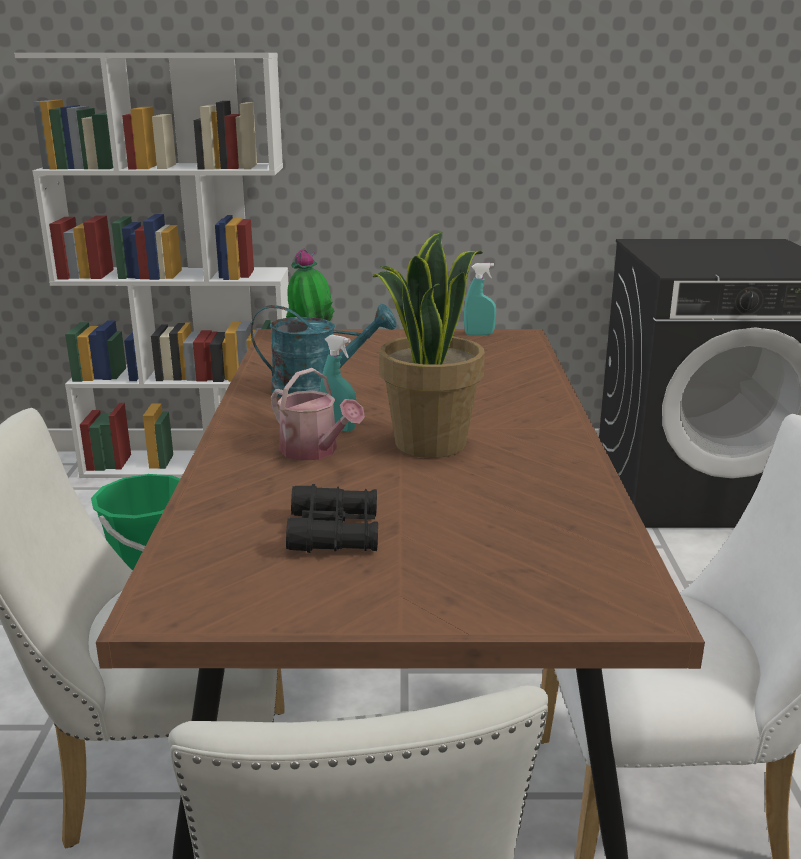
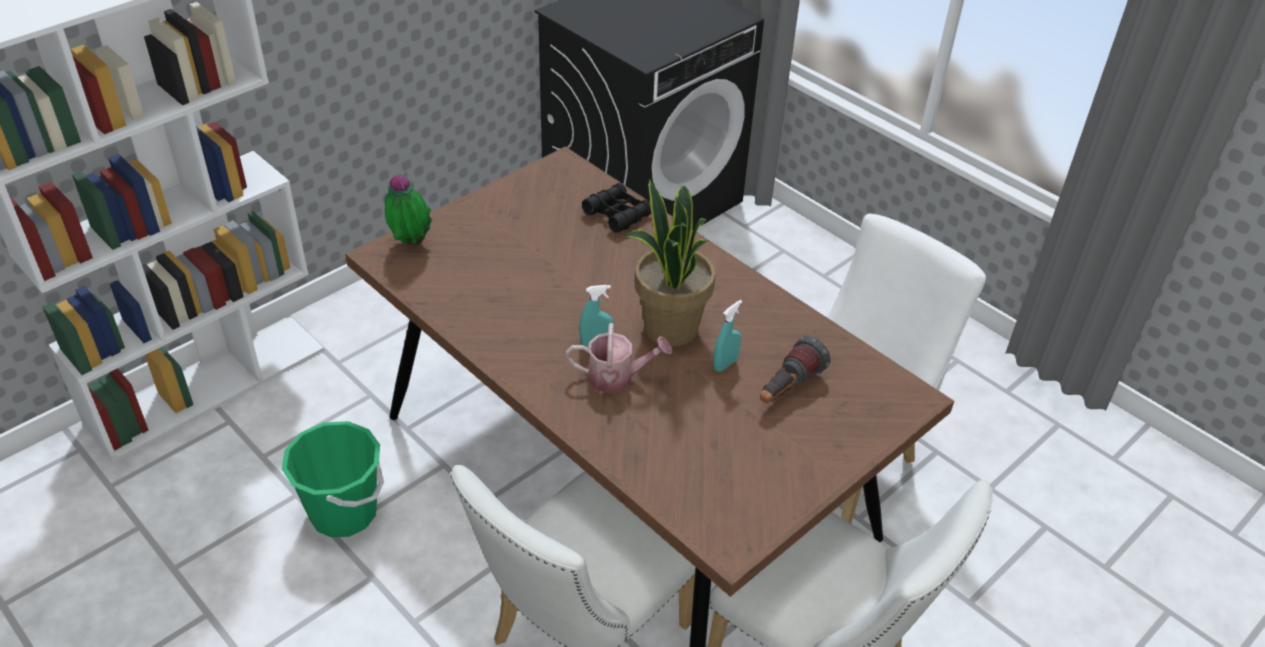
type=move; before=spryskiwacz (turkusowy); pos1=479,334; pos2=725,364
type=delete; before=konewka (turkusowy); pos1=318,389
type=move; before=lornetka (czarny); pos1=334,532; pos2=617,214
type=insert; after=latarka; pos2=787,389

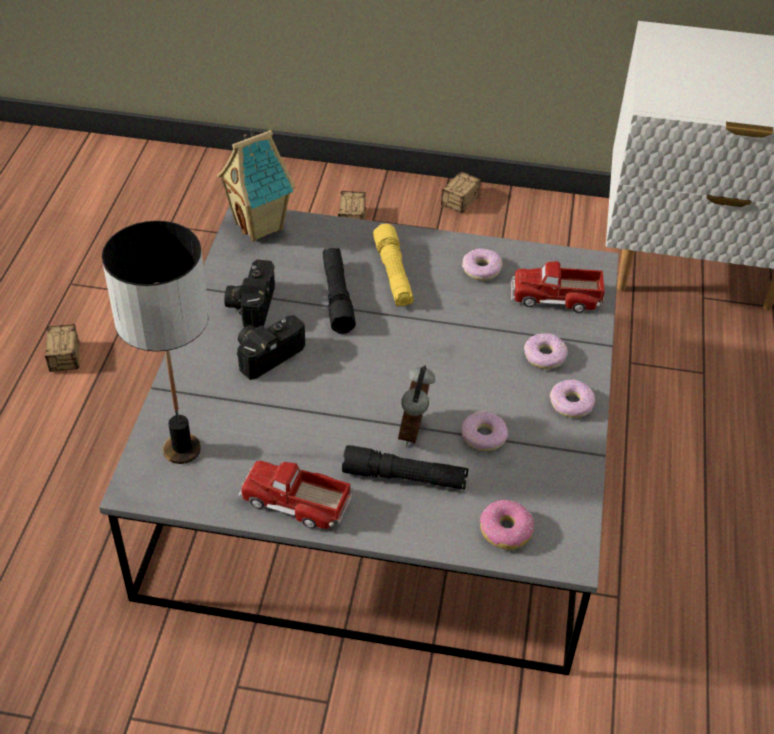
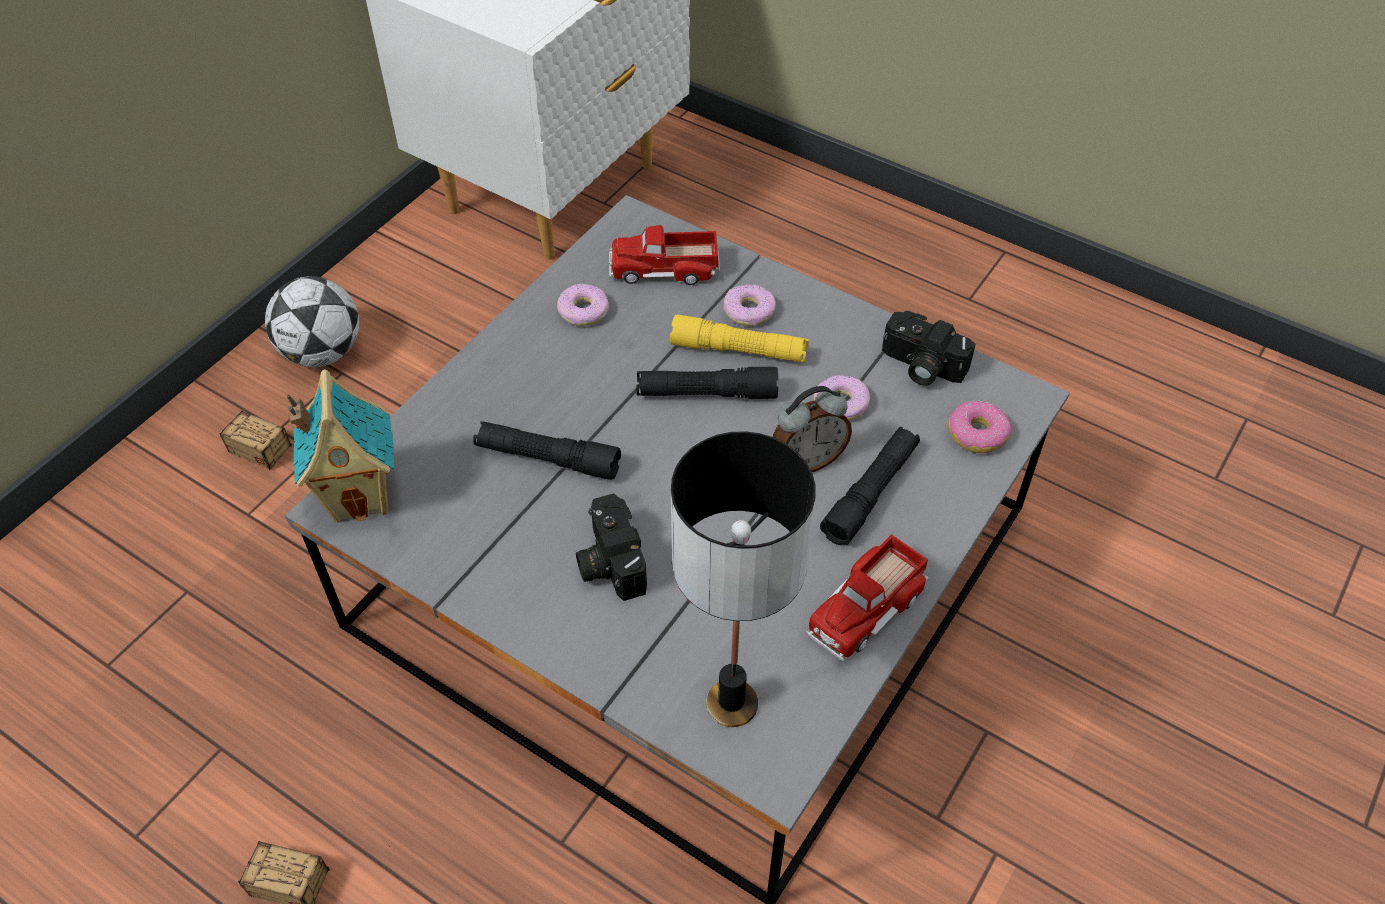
type=replace; before=pojemnik do przechowywania; after=piłka futbolowa; pos1=447,213; pos2=322,352
type=move; before=latarka (żółty); pos1=393,274; pos2=739,350
type=move; before=aparat fotograficzny; pos1=250,304; pos2=920,366
type=rotate; before=ciężarówka zabawkowa; pos1=555,296; pos2=664,268; turn=60
type=rotate; before=budzik; pos1=415,431; pos2=807,460; turn=-60
type=delete; before=donut; pos1=571,404
type=insert; after=latarka (czarny); pos2=706,393

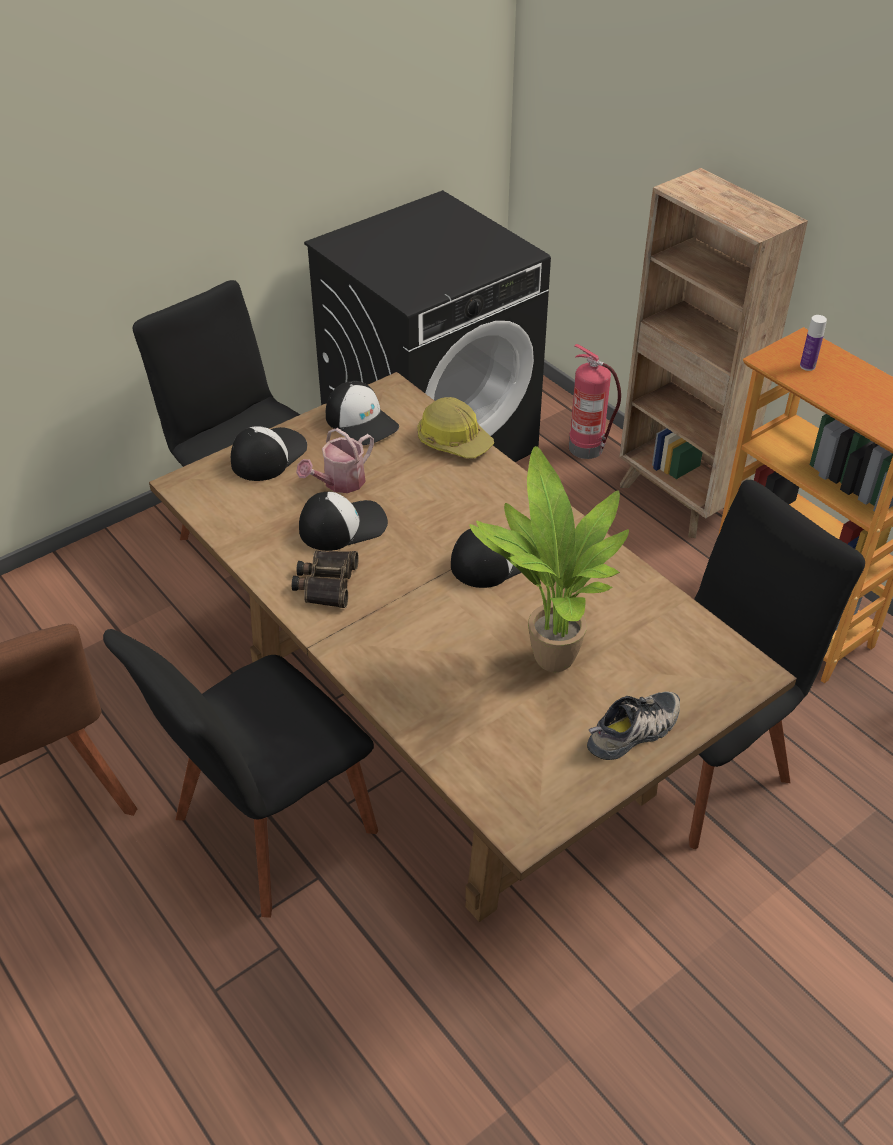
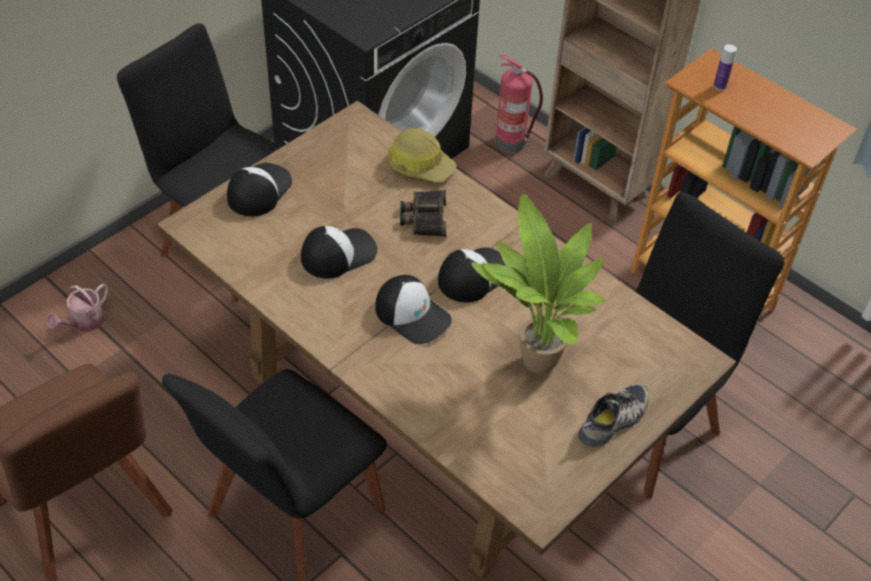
type=move; before=czapka z daszkiem; pos1=362,422; pos2=413,314
type=move; before=konewka; pos1=339,483; pos2=84,322
type=move; before=lornetka; pos1=325,583; pos2=424,217

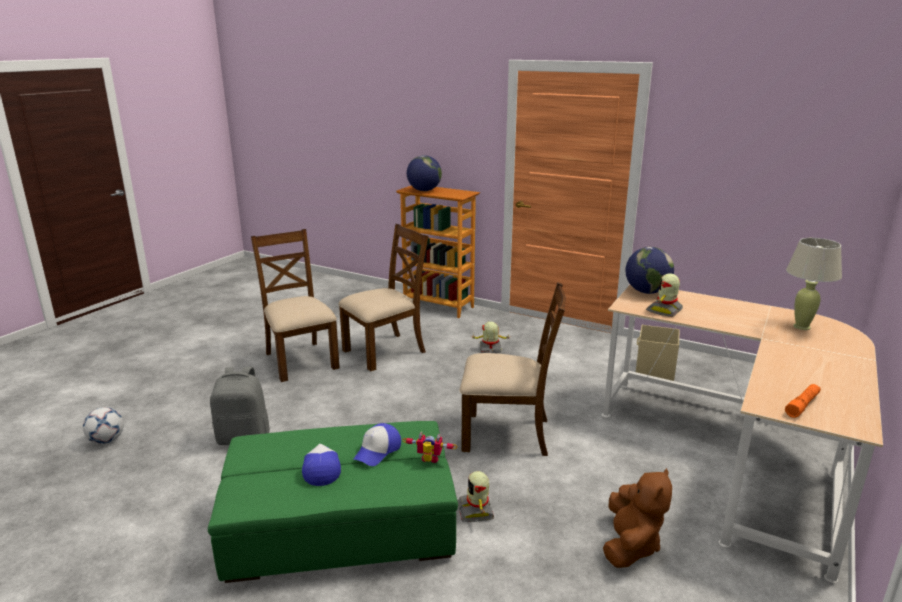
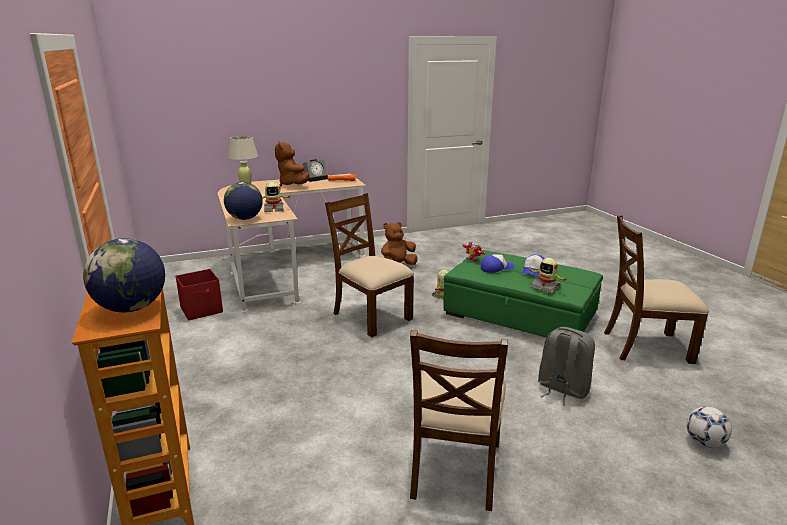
type=move; before=krzesło (brązowy); pos1=385,351; pos2=645,346
type=move; before=robot zabawkowy; pos1=490,349; pos2=545,287
type=recolor; before=pojemnik do przechowywania (beżowy); after=pojemnik do przechowywania (czerwony); pos1=654,371; pos2=202,310
type=insert; after=pluszak (brązowy); pos2=293,185
type=insert; after=budzik; pos2=316,178

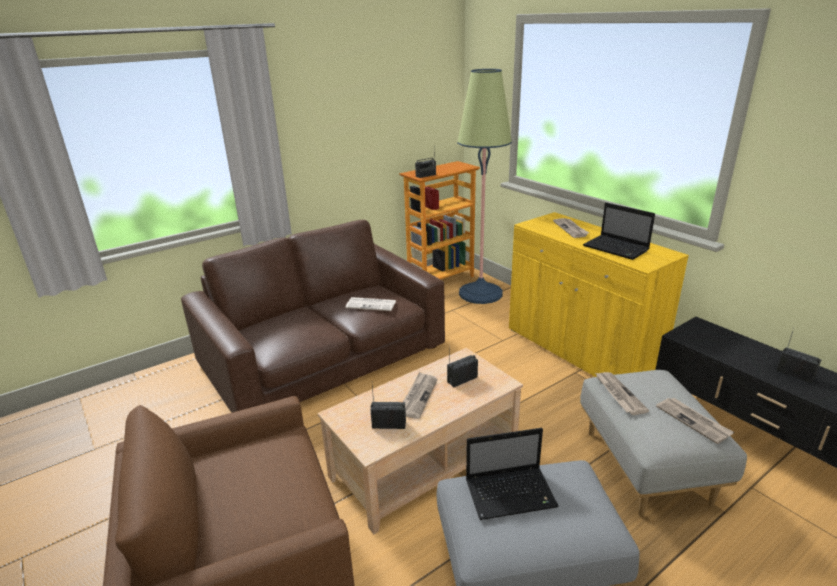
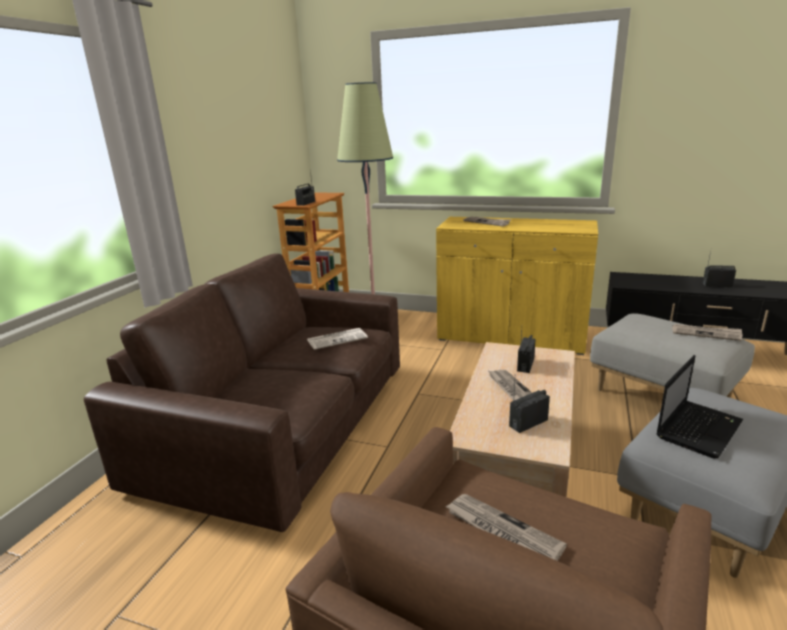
type=delete; before=laptop; pos1=617,248
type=move; before=gazeta; pos1=618,394; pos2=501,532

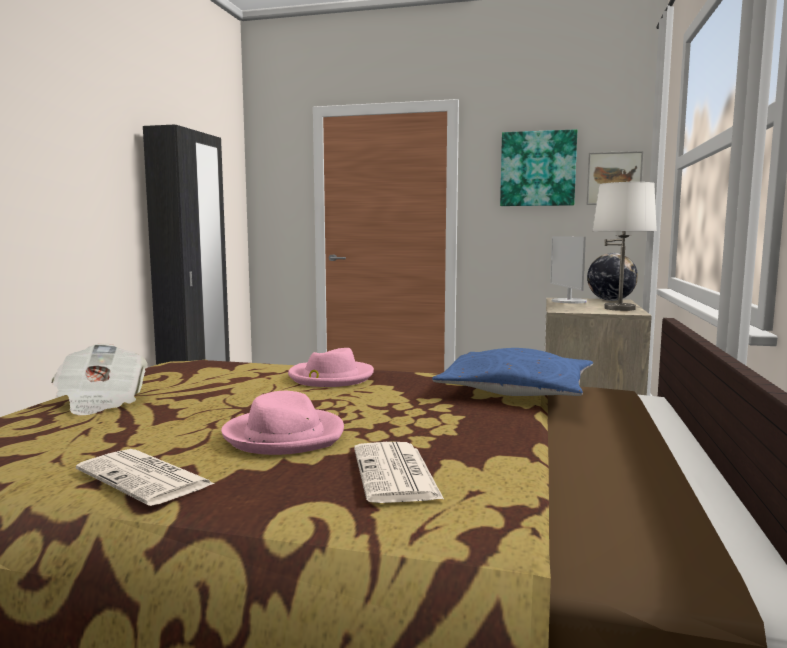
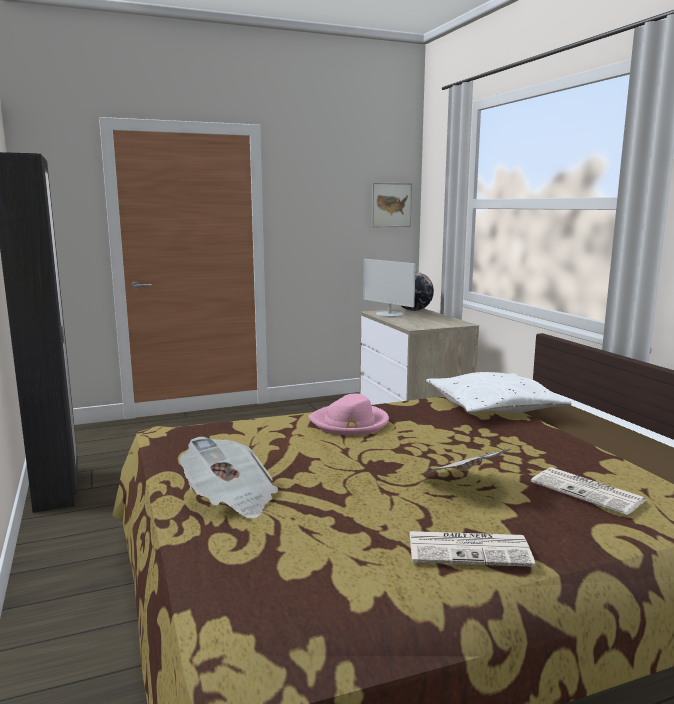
type=delete; before=obraz; pos1=538,169
type=delete; before=lampa stołowa (biały); pos1=620,308
type=recolor; before=poduszka (niebieski); after=poduszka (biały); pos1=516,391; pos2=493,407
type=replace; before=kapelusz (różowy); after=gazeta; pos1=284,436; pos2=461,485

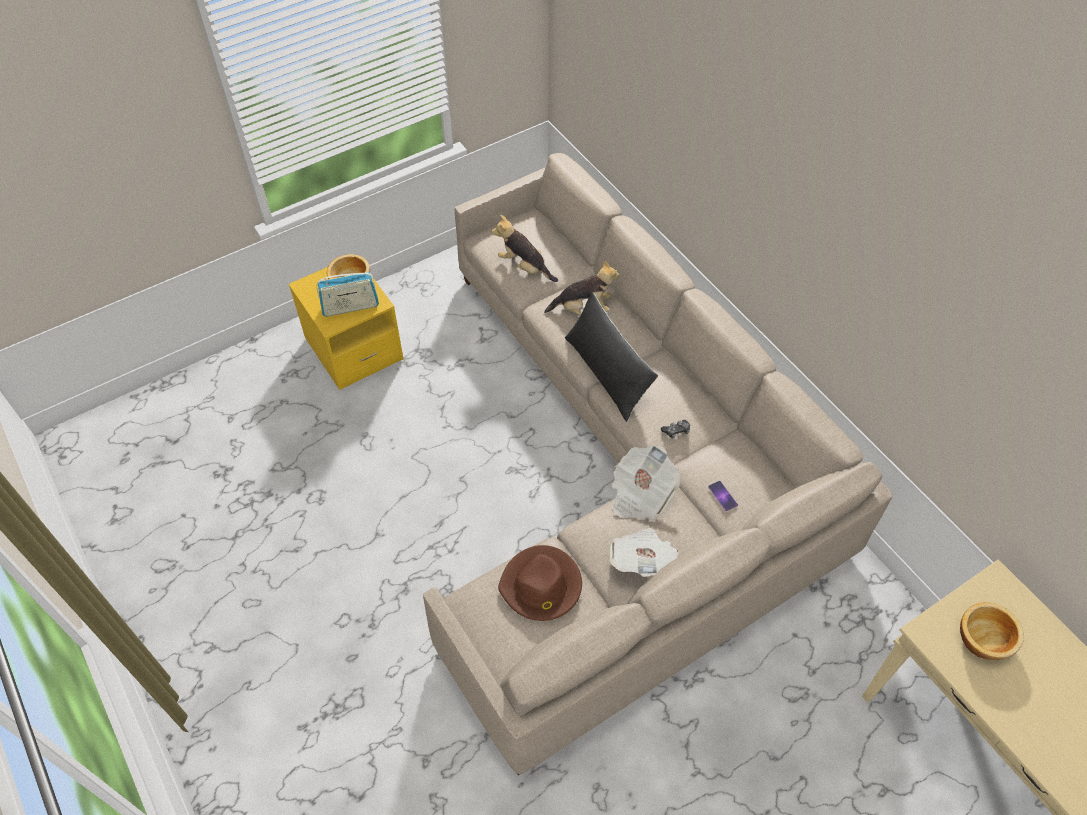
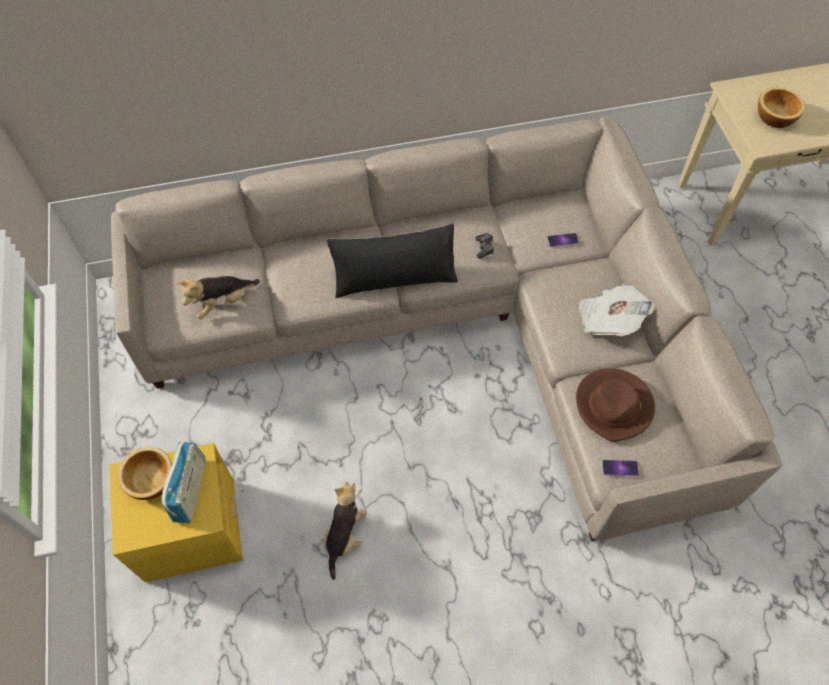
type=move; before=pluszak; pos1=583,308; pos2=344,535
type=delete; before=gazeta; pos1=640,494
type=insert; after=telefon; pos2=620,468

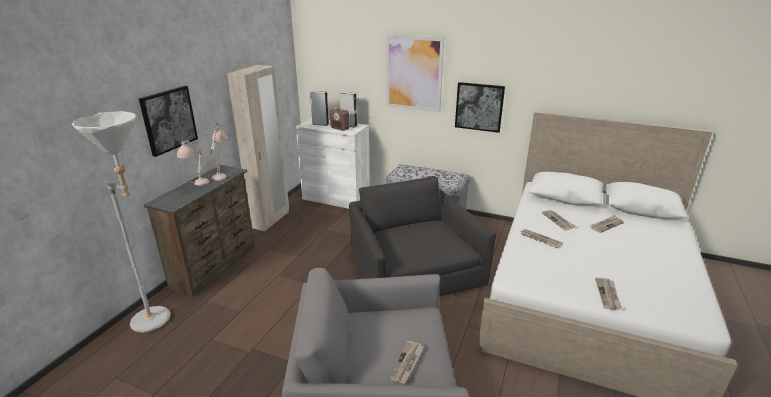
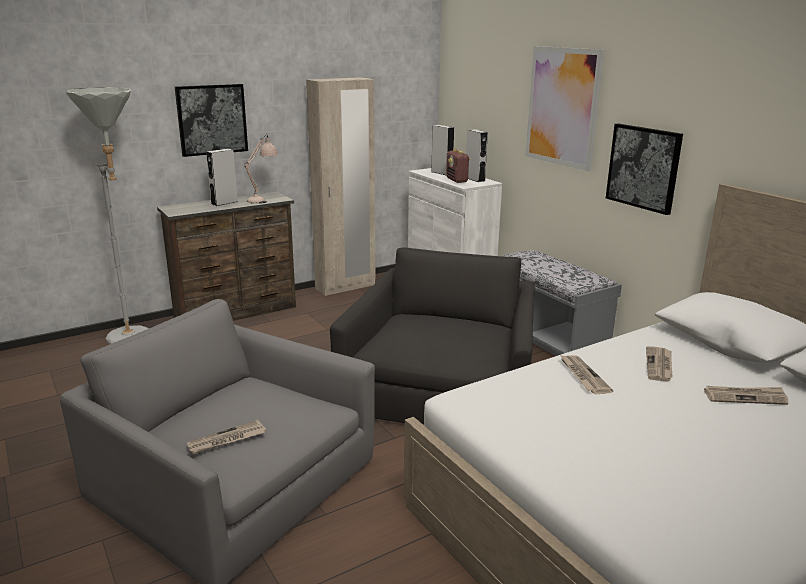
type=replace; before=lampa stołowa (beżowy); after=głośnik (szary); pos1=197,186; pos2=224,203
type=delete; before=gazeta; pos1=608,295

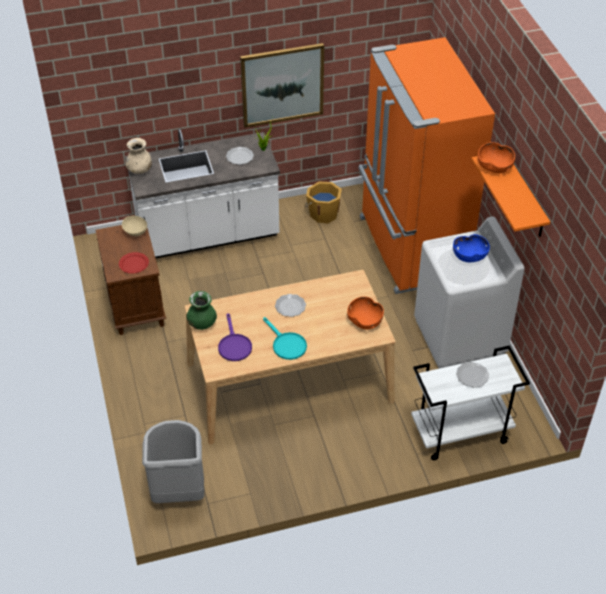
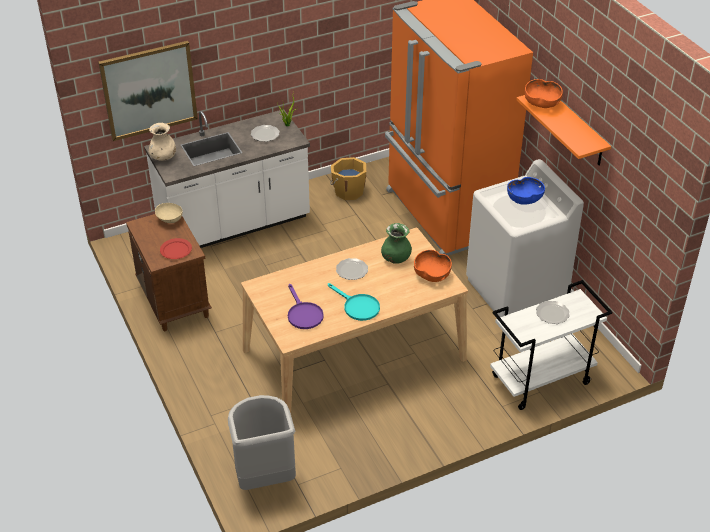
type=move; before=obraz; pos1=282,85; pos2=149,90
type=move; before=wazon (zielony); pos1=202,323; pos2=396,258

